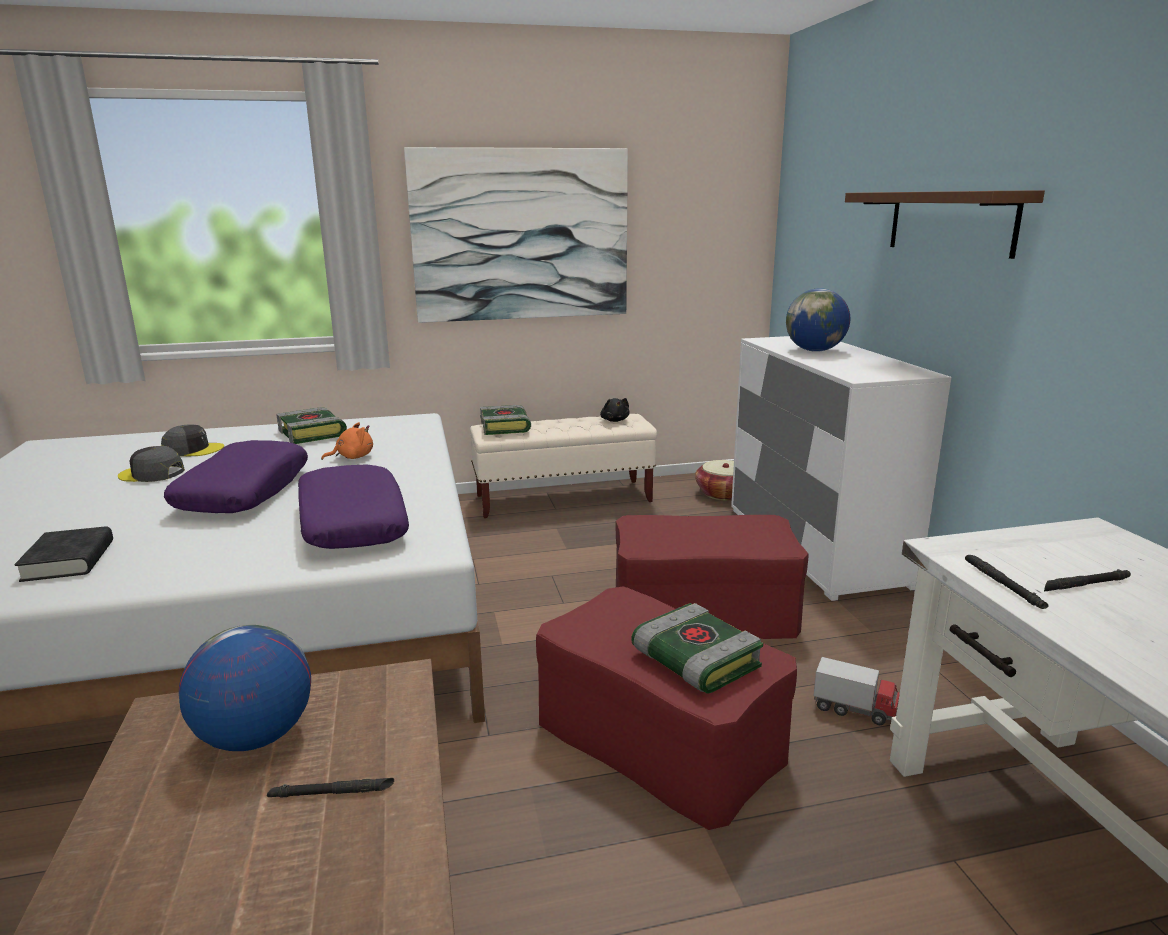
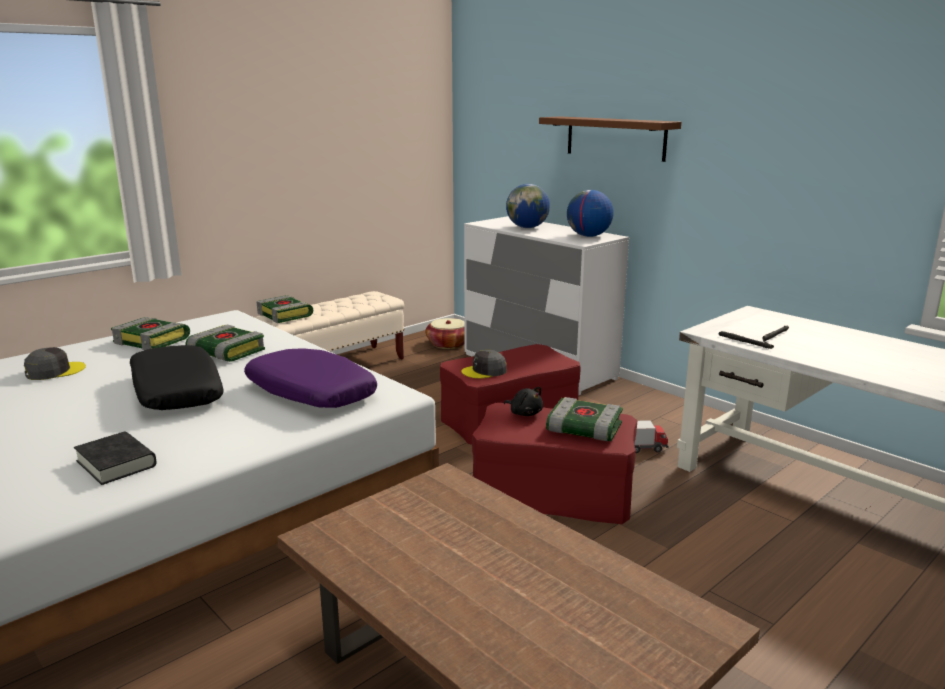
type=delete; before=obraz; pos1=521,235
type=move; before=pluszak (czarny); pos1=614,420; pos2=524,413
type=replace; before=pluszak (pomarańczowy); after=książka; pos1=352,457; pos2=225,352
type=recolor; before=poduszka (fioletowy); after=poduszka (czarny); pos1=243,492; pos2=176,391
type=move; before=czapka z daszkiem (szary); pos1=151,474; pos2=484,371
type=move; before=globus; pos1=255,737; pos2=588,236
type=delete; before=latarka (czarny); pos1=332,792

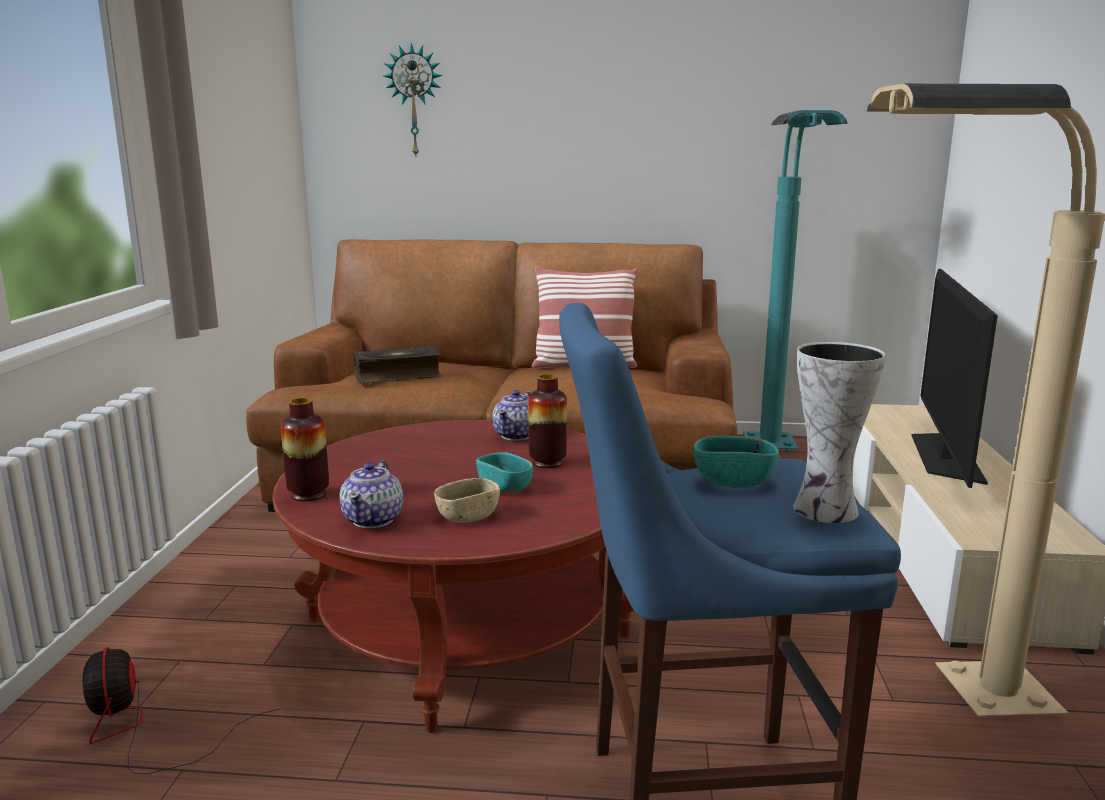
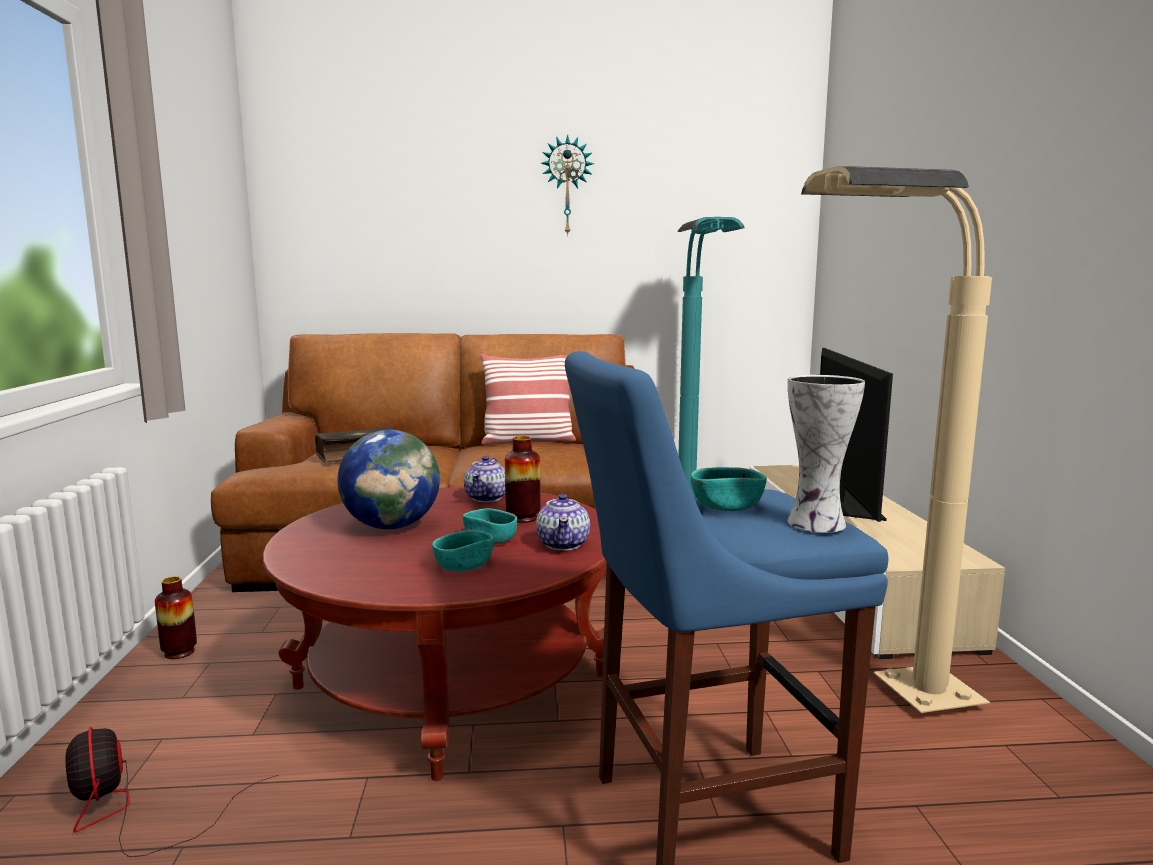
type=move; before=zegar ścienny; pos1=414,101; pos2=567,186
type=move; before=wazon; pos1=308,494; pos2=179,652
type=move; before=imbryk; pos1=374,519; pos2=563,544
type=recolor; before=miska (beżowy); after=miska (turkusowy); pos1=468,516; pos2=464,566
type=insert; after=globus; pos2=392,526

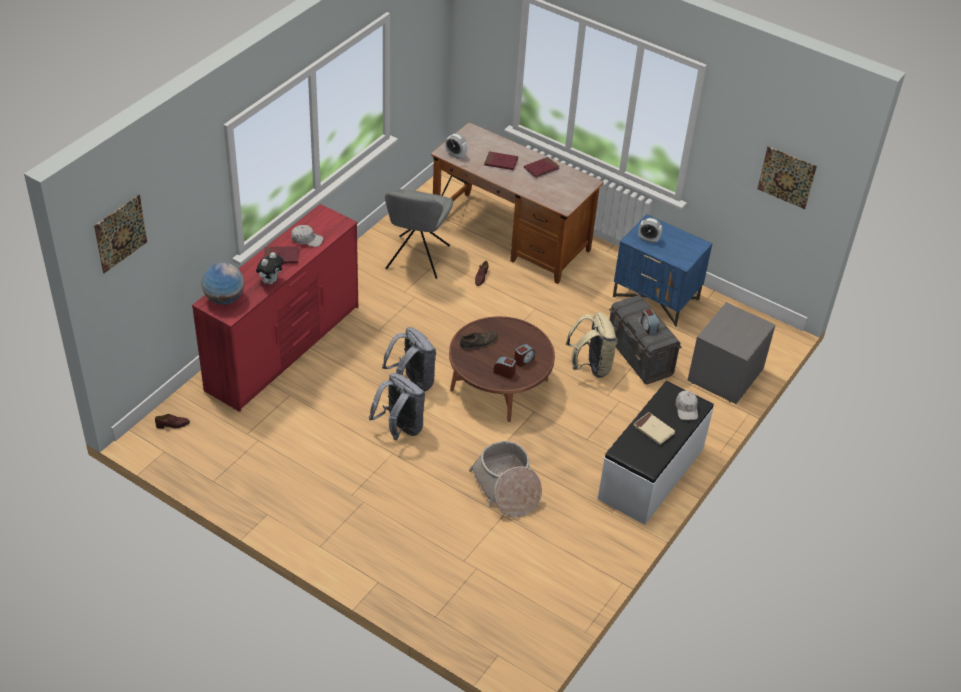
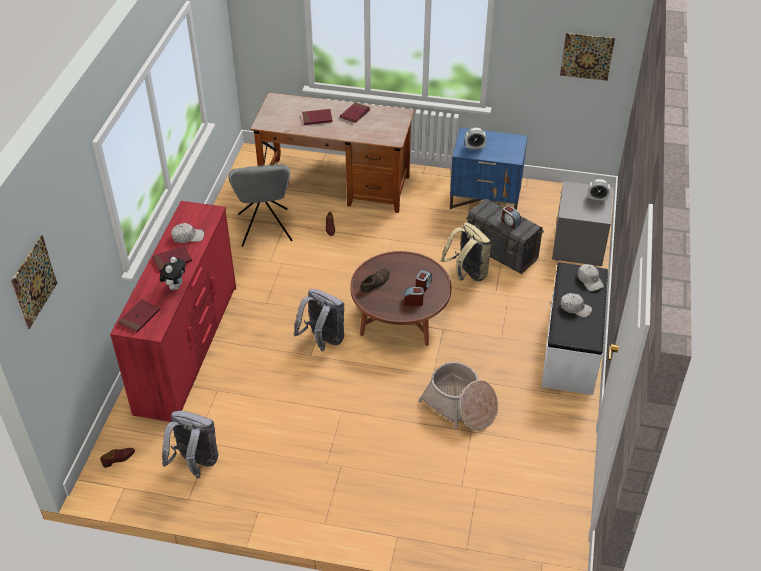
type=move; before=budzik; pos1=455,155; pos2=597,199
type=replace; before=globus; after=książka (czerwony); pos1=224,299; pos2=139,317
type=move; before=plecak (szary); pos1=400,429; pos2=195,463
type=replace; before=książka (beżowy); after=czapka z daszkiem (biały); pos1=653,430; pos2=575,308

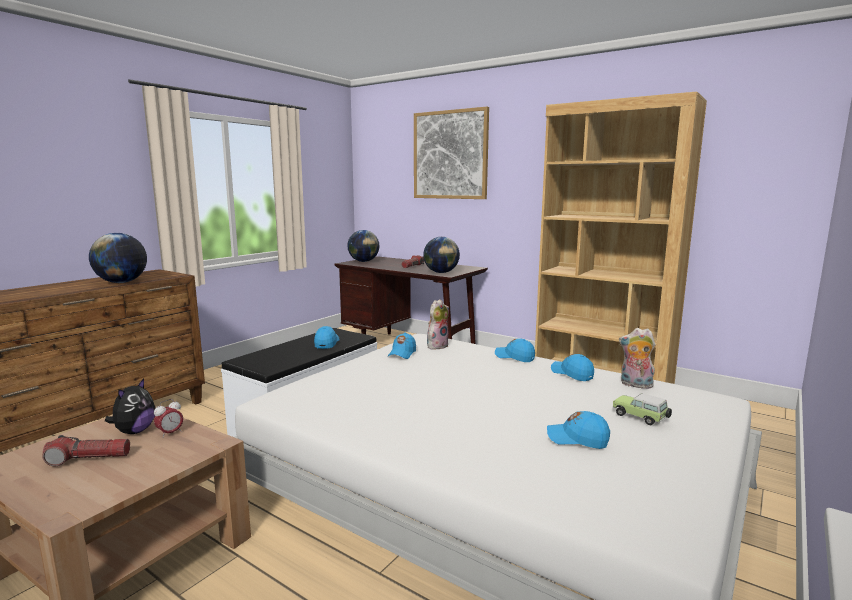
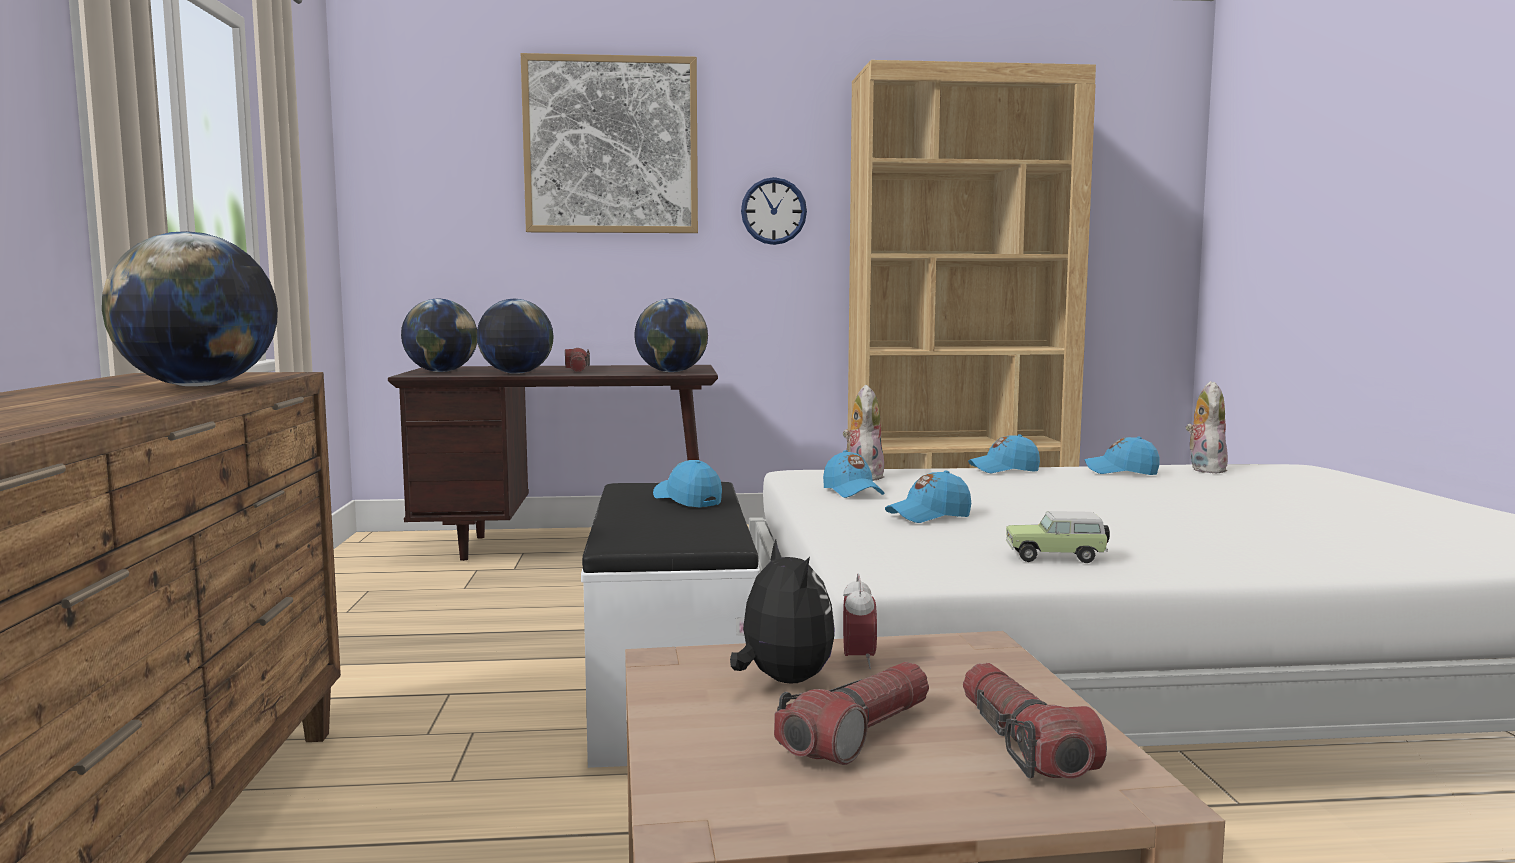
type=rotate; before=pluszak; pos1=635,385; pos2=1204,469; turn=120
type=move; before=samochodzik; pos1=641,418; pos2=1058,557
type=move; before=czapka z daszkiem (niebieski); pos1=577,439; pos2=929,516
type=insert; after=zegar ścienny; pos2=773,211
type=insert; after=globus; pos2=516,373
type=insert; after=latarka; pos2=1022,744

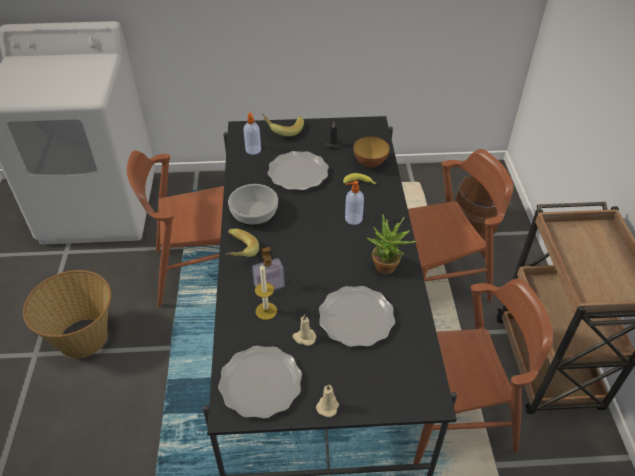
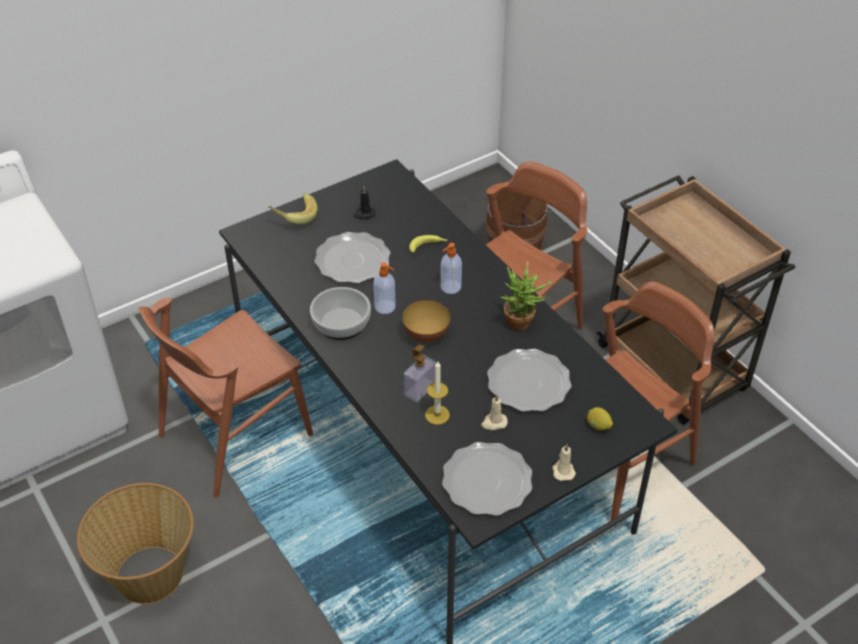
type=move; before=dozownik mydła; pos1=253,150; pos2=385,307
type=move; before=miska; pos1=370,163; pos2=426,335
type=delete; before=banan; pos1=237,253
type=insert; after=cytryna; pos2=598,426

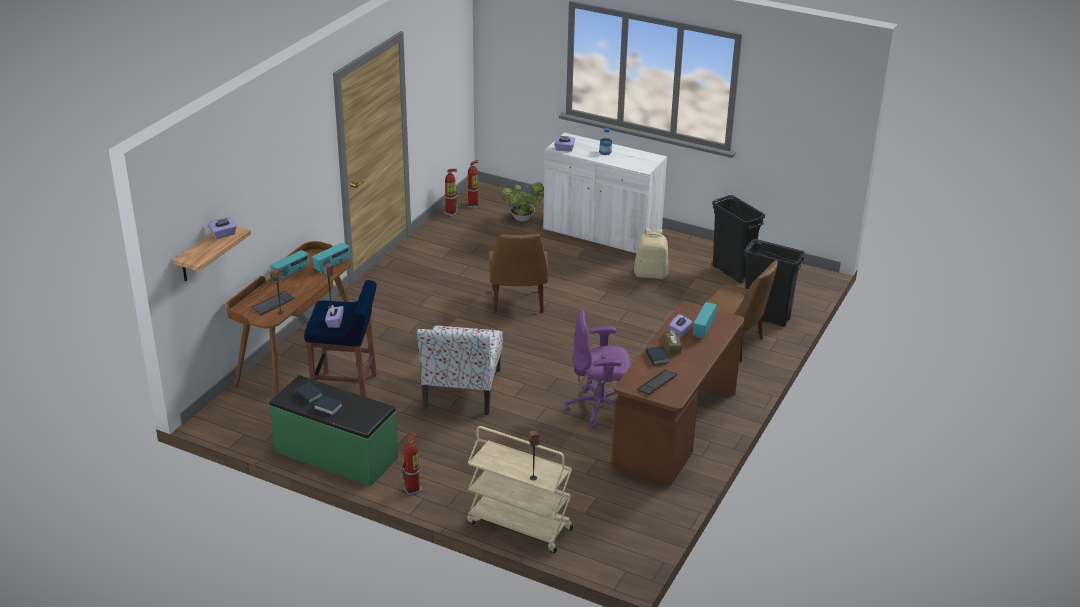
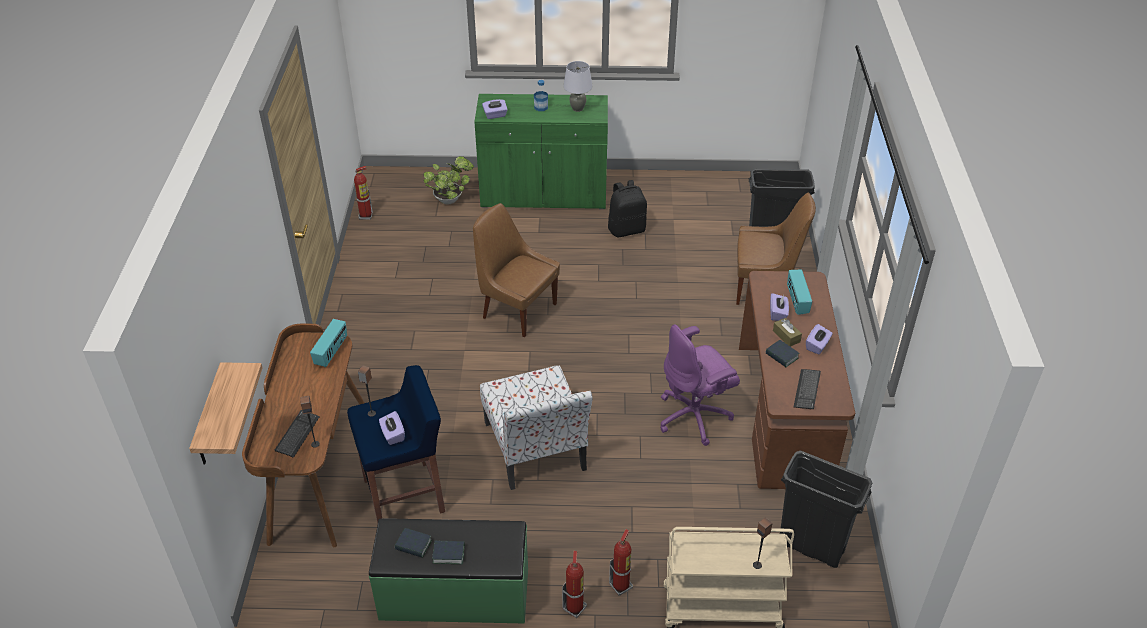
type=recolor; before=szafka (biały); after=szafka (zielony); pos1=602,234; pos2=544,195
type=move; before=gaśnica; pos1=473,205; pos2=621,585
type=move; before=kosz na śmieci (czarny); pos1=732,272; pos2=811,547
type=move; before=pudełko chusteczek (fioletowy); pos1=223,234; pos2=817,346
type=recolor; before=plecak (beżowy); after=plecak (czarny); pos1=651,274; pos2=626,229
type=rotate; before=krzesło (brązowy); pos1=518,303; pos2=517,310; turn=150
type=delete; before=radio; pos1=291,274
type=insert; after=lampa stołowa (szary); pos2=577,109

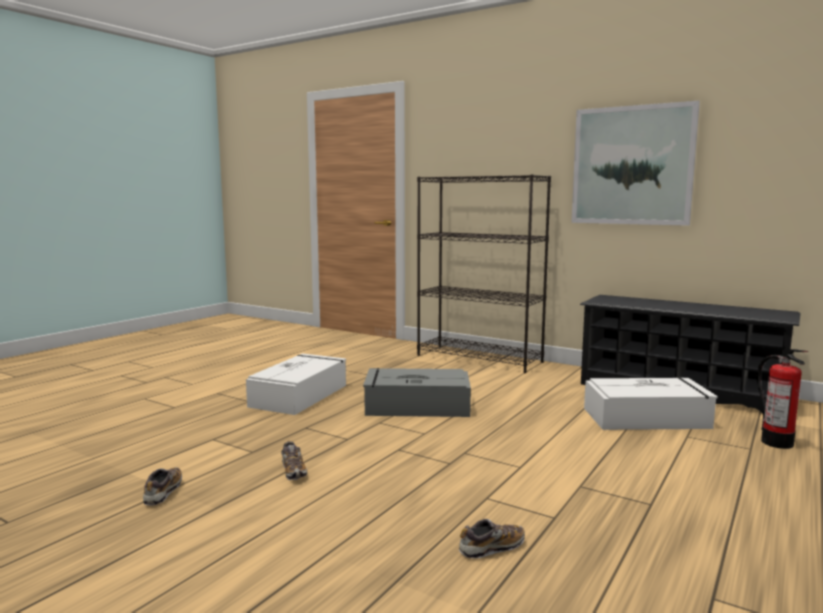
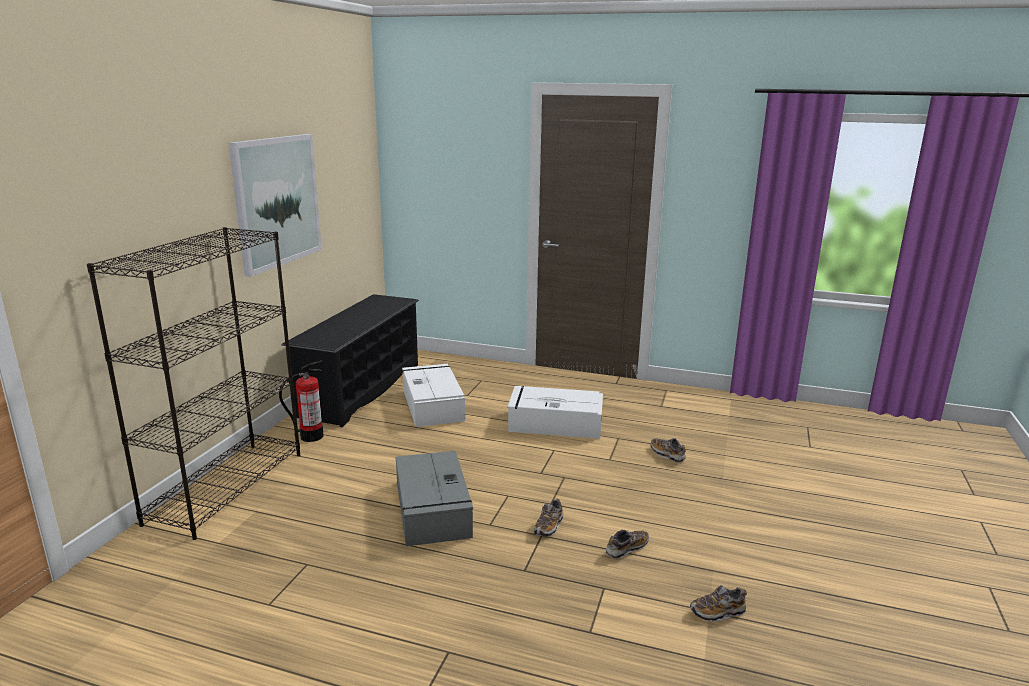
type=move; before=gaśnica; pos1=777,442; pos2=311,436
type=move; before=pojemnik do przechowywania (biały); pos1=300,395; pos2=554,423
type=insert; after=but; pos2=549,526

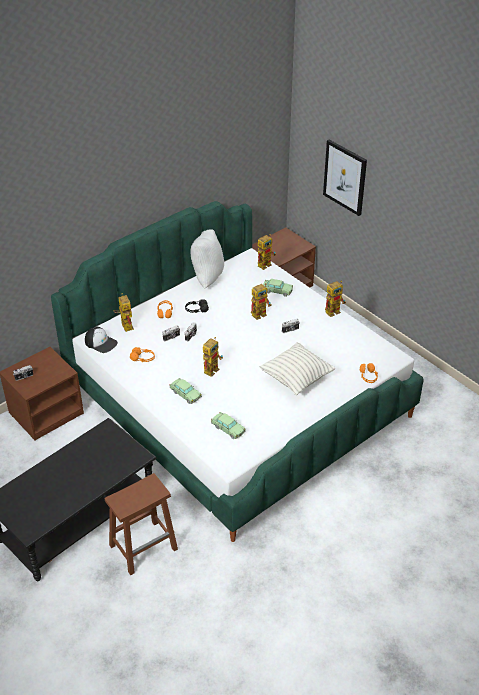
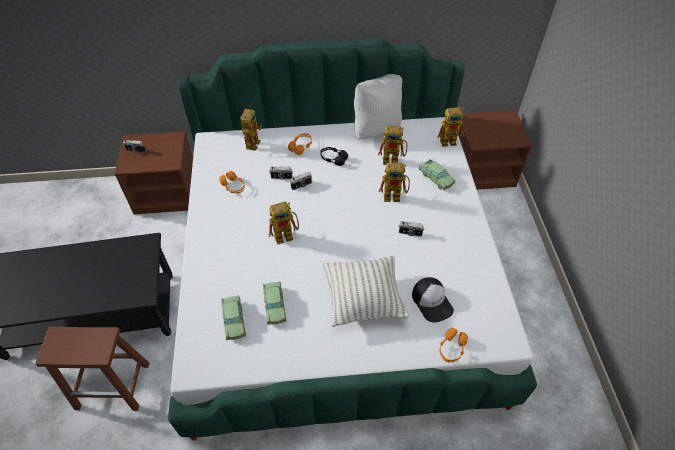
type=delete; before=obraz; pos1=345,177
type=move; before=robot zabawkowy; pos1=334,310; pos2=394,160
type=move; before=czapka z daszkiem; pos1=101,343; pos2=432,301
type=move; before=samochodzik; pos1=185,394; pos2=274,306

